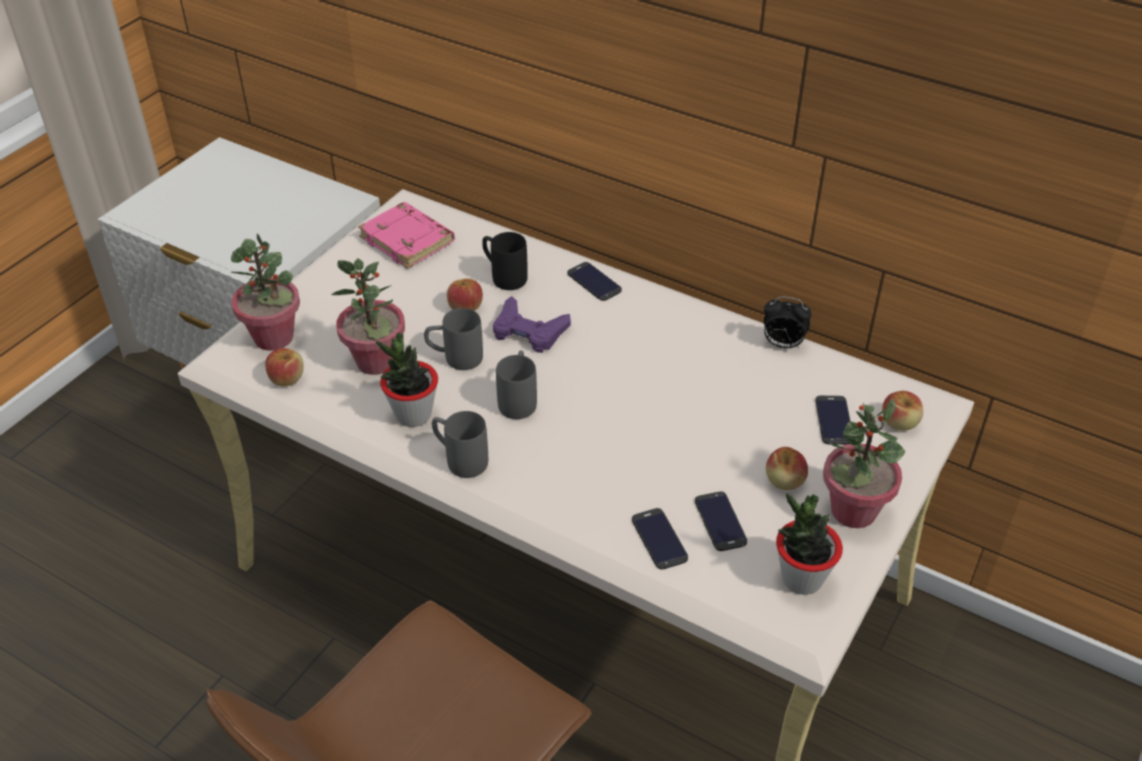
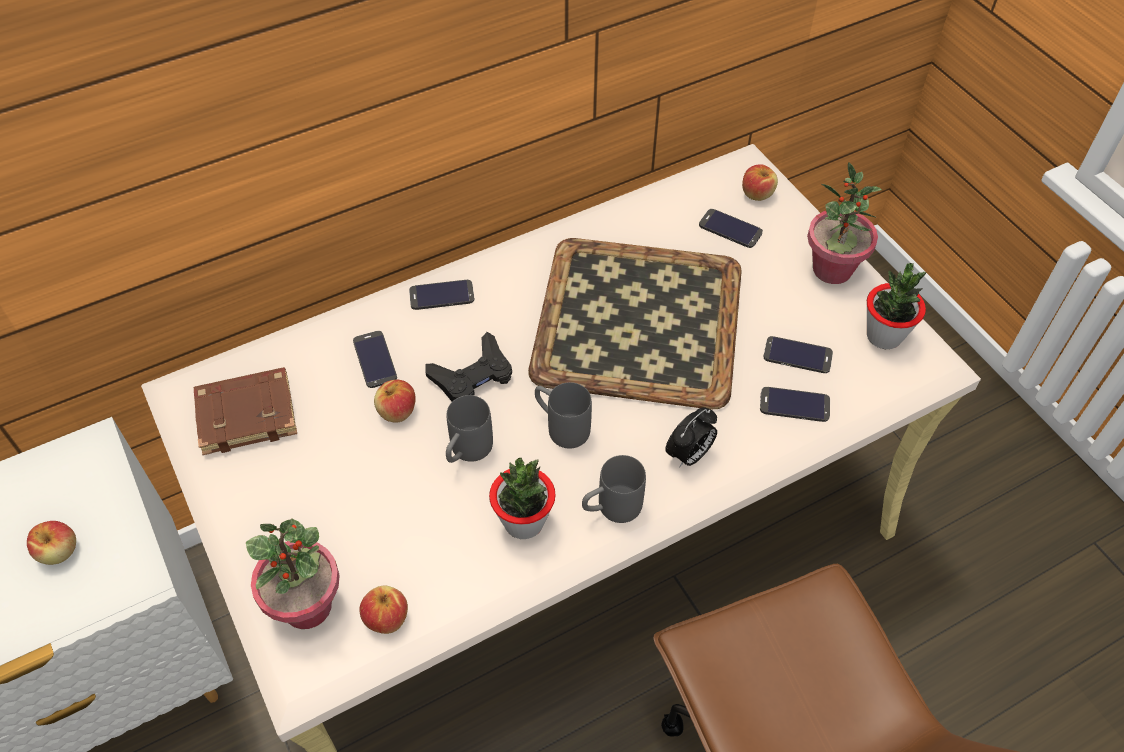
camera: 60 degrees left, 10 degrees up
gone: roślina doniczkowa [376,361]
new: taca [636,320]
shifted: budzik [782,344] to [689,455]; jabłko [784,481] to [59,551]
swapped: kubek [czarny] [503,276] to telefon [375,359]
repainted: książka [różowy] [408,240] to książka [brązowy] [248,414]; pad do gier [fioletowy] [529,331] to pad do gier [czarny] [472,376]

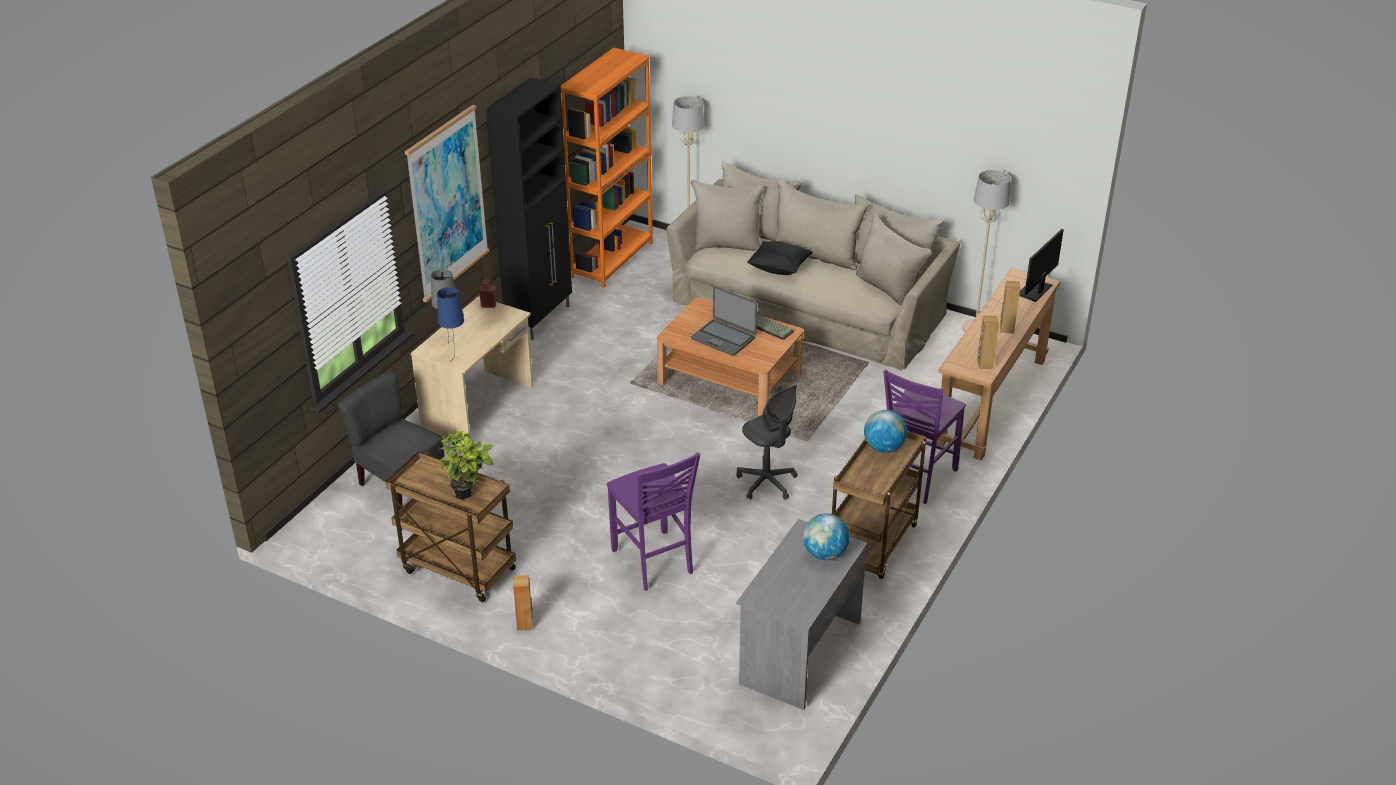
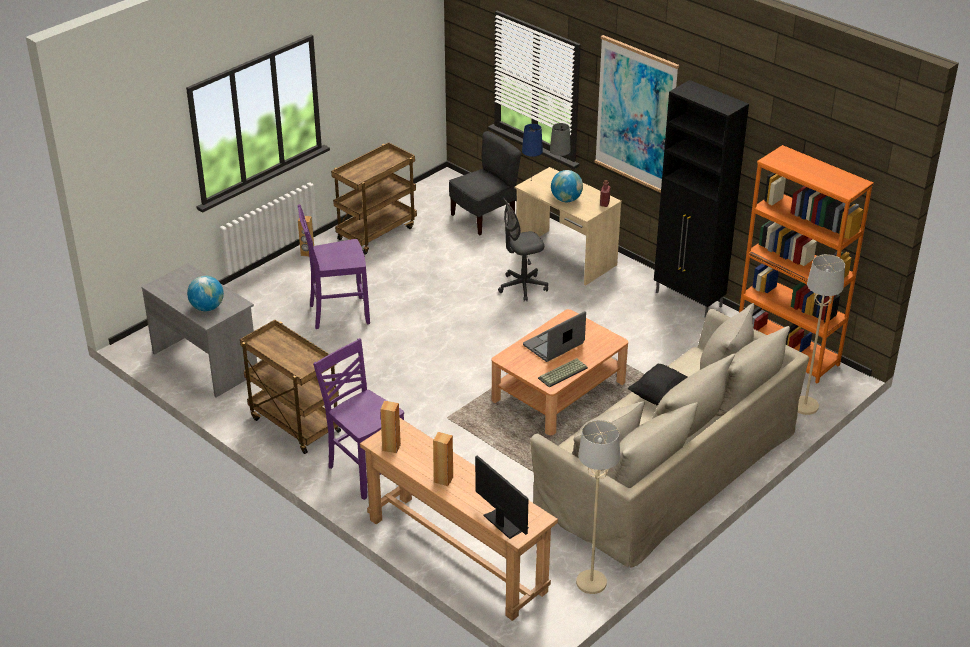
camera: 105 degrees right, 0 degrees up
gone: roślina doniczkowa [468,495]
shifted: krzesło biurowe [szary] [767,483] to [522,287]; globus [883,448] to [566,200]

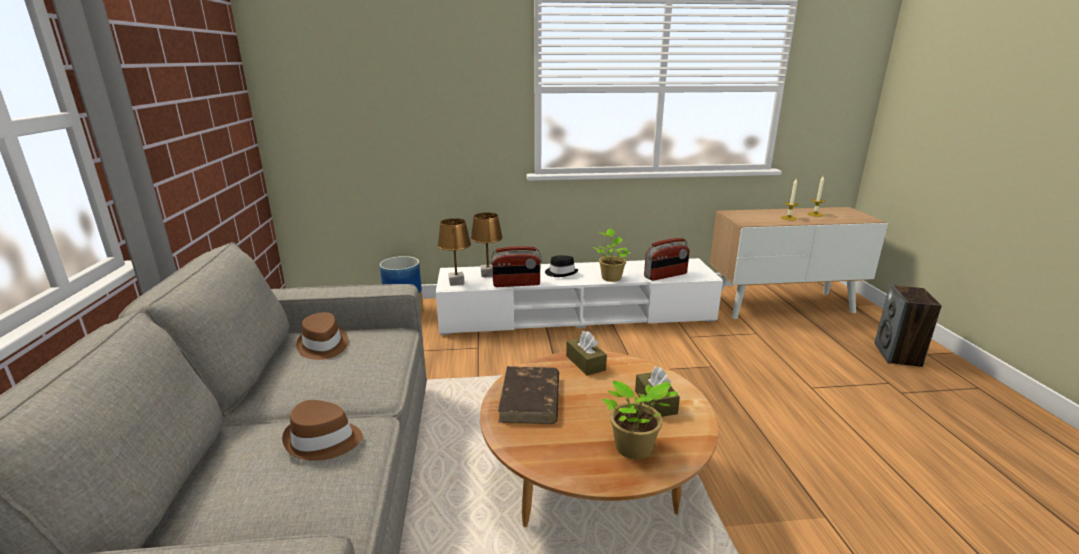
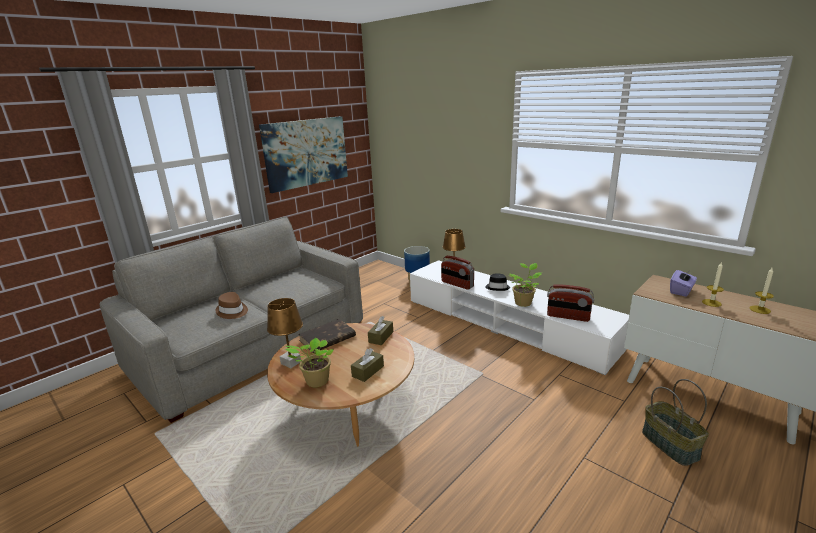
camera: 50 degrees right, 0 degrees up
gone: kapelusz [brązowy] [322,345]; głośnik [898,355]
new: obraz [306,152]; koszyk [671,445]; pudełko chusteczek [fioletowy] [681,291]
shifted: lampa stołowa [brązowy] [456,282] to [290,363]

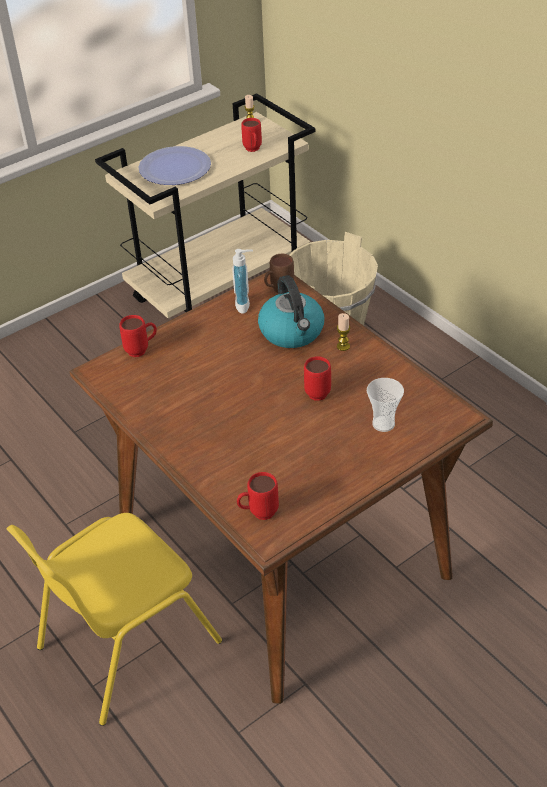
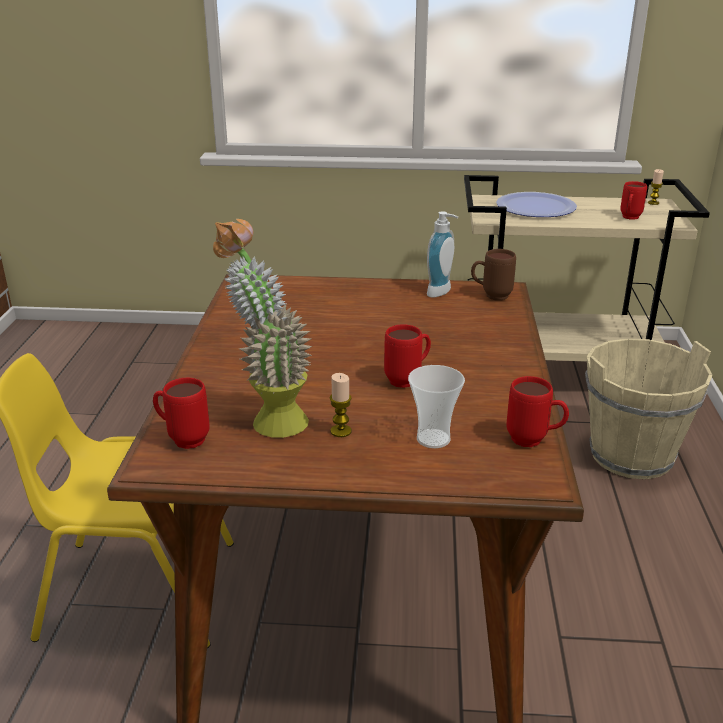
camera: 40 degrees right, 15 degrees down
gone: czajnik [292,332]
new: roślina doniczkowa [268,418]
shifted: kubek [czerwony] [142,350] to [534,441]; świeca [343,346] to [341,431]

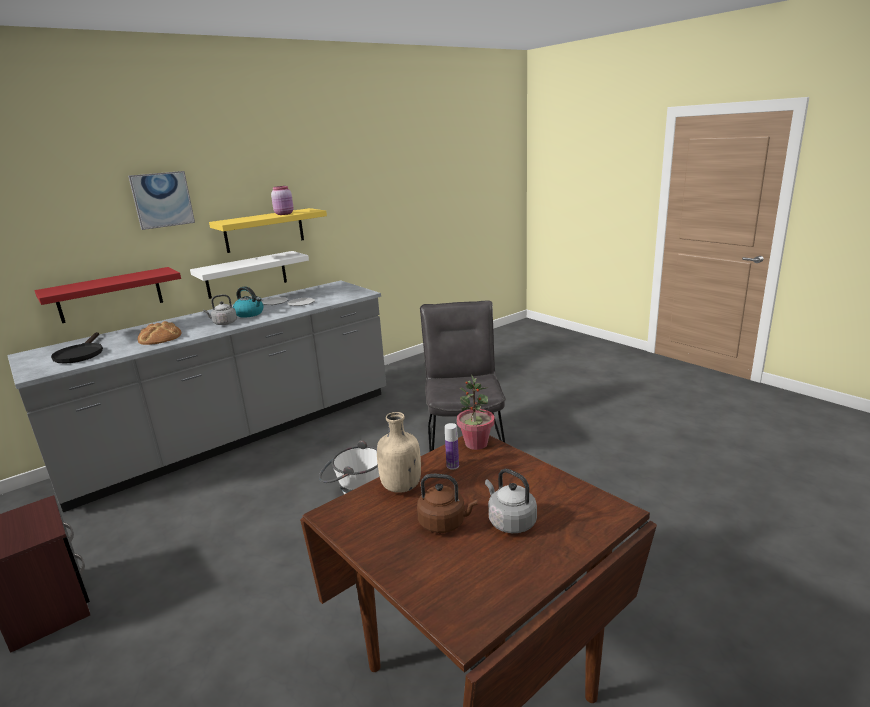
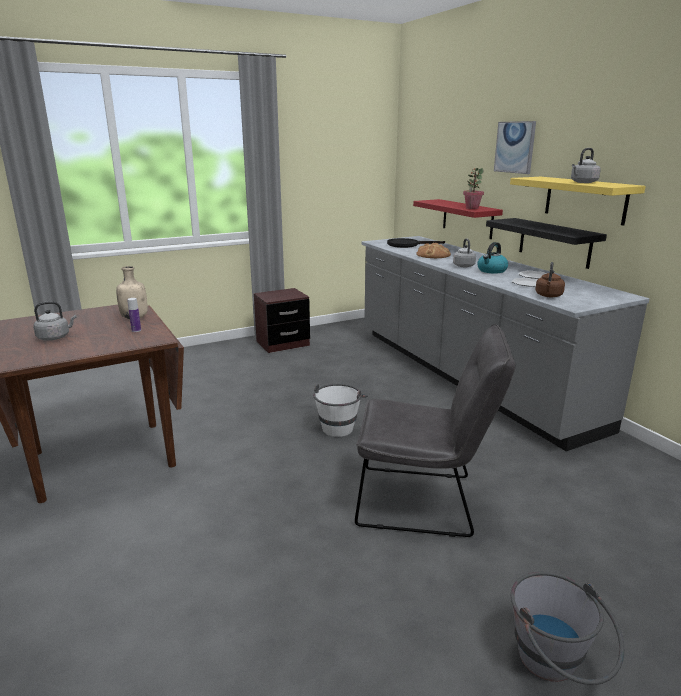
camera: 100 degrees right, 0 degrees up
new: wiadro [szary] [556,666]
shifted: czajnik [brązowy] [444,523] to [548,296]; roślina doniczkowa [476,444] to [472,208]
swapped: słoik [różowy] [284,214] to czajnik [szary] [583,182]
repainted: półka [biały] [246,274] to półka [czarny] [554,242]

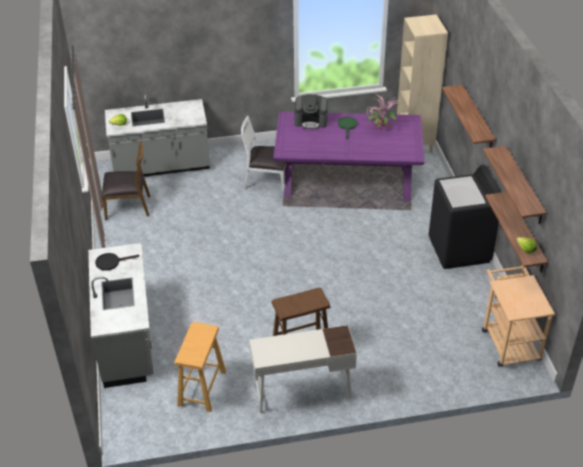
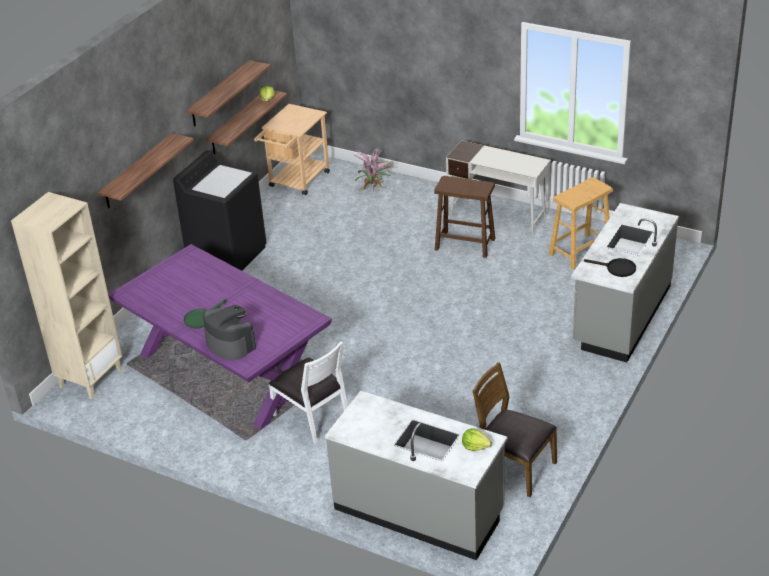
camera: 140 degrees left, 5 degrees down
shifted: roślina doniczkowa [380,128] to [374,188]

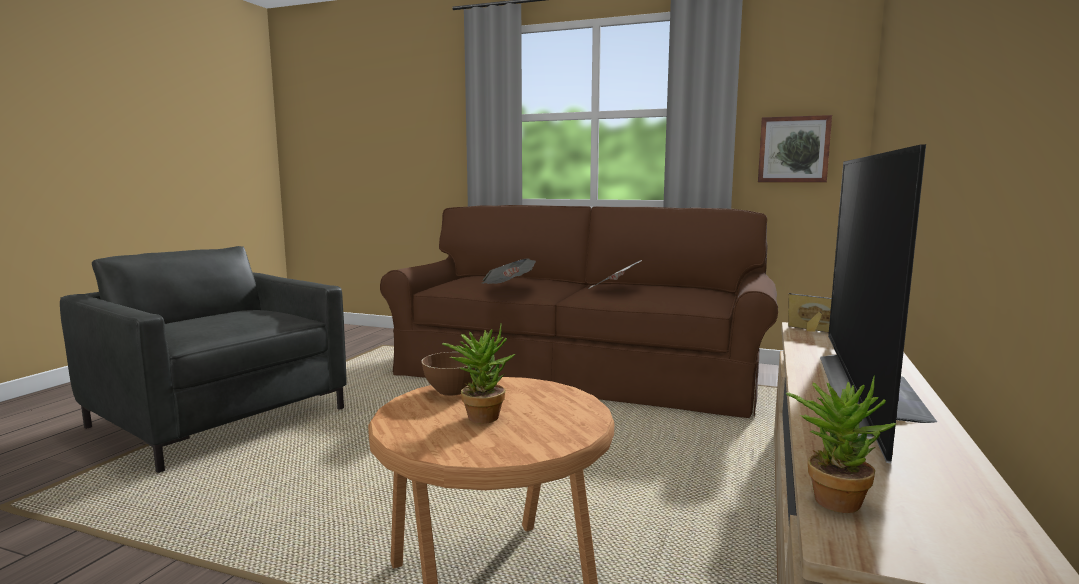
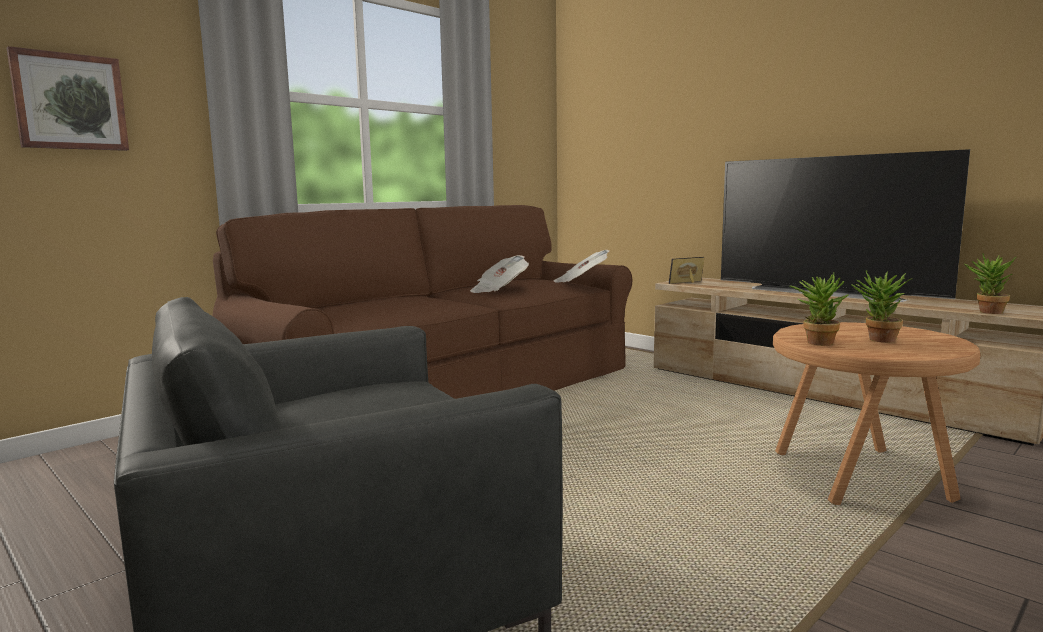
camera: 65 degrees left, 0 degrees up
shifted: gazeta [508,287] to [581,281]; obraz [793,149] to [70,102]
swapped: miska [brązowy] [452,391] to roślina doniczkowa [816,342]

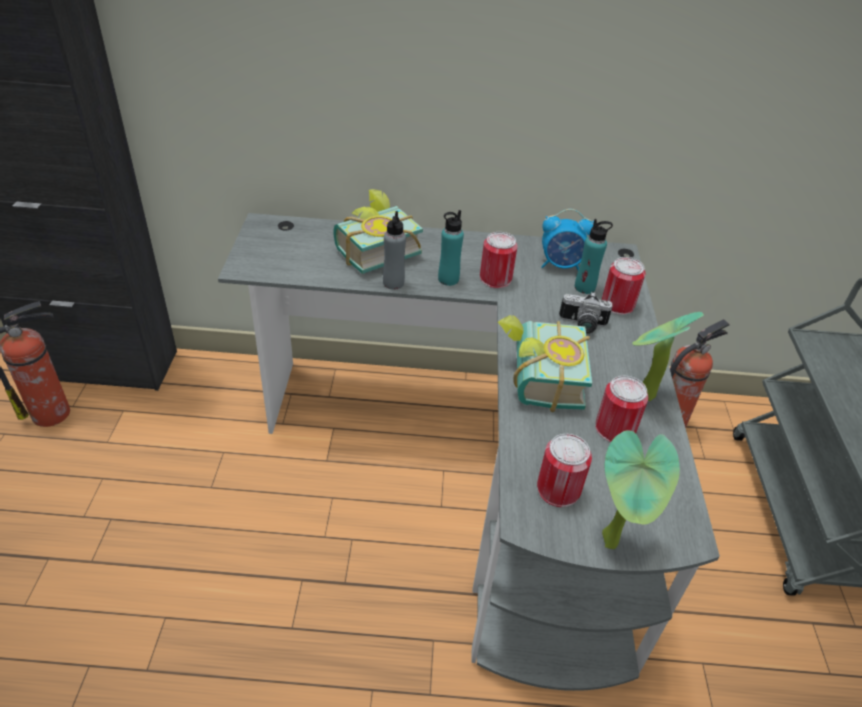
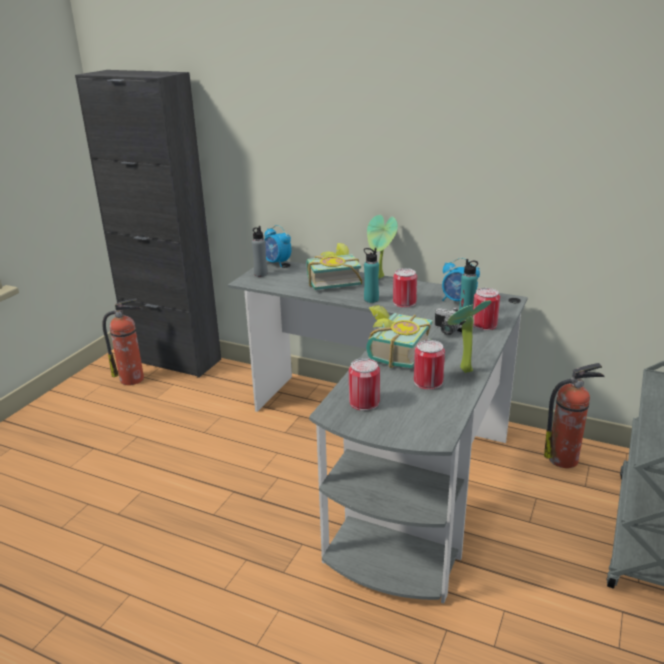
camera: 25 degrees right, 15 degrees down
new: budzik [277,263]
shifted: butelka [szary] [393,283] to [260,274]; roślina doniczkowa [615,542] to [380,278]

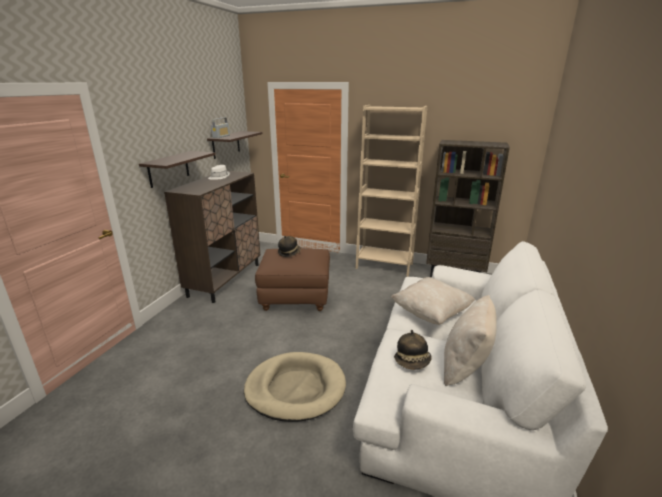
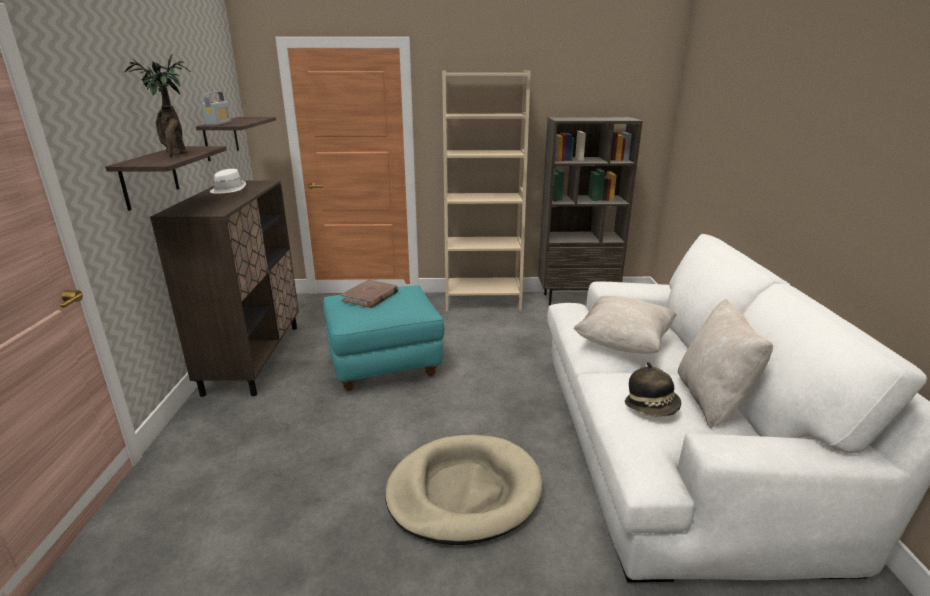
camera: 20 degrees left, 0 degrees up
new: roślina doniczkowa [176,154]
swapped: kapelusz [289,253] to książka [brązowy] [370,296]
repainted: pufa [brązowy] [296,297] to pufa [turkusowy] [384,364]

